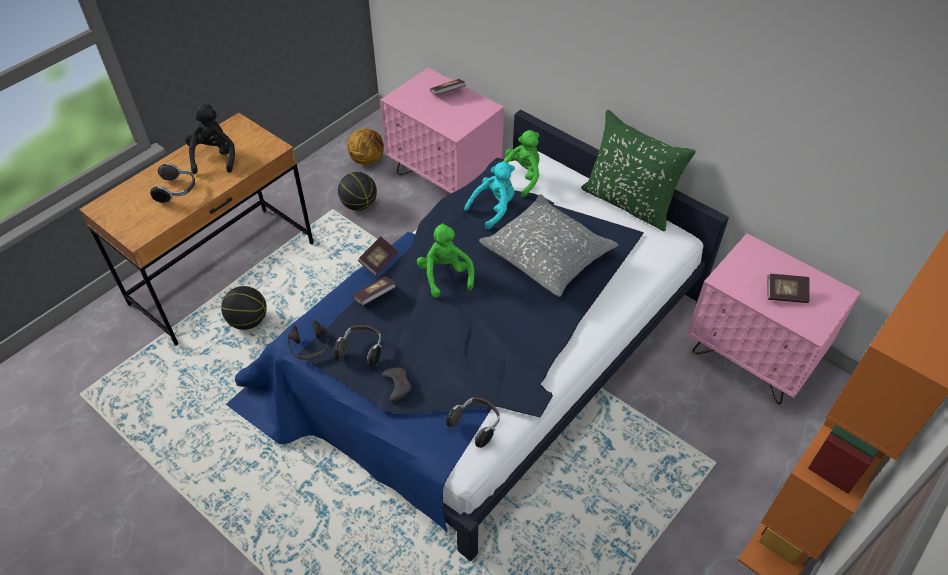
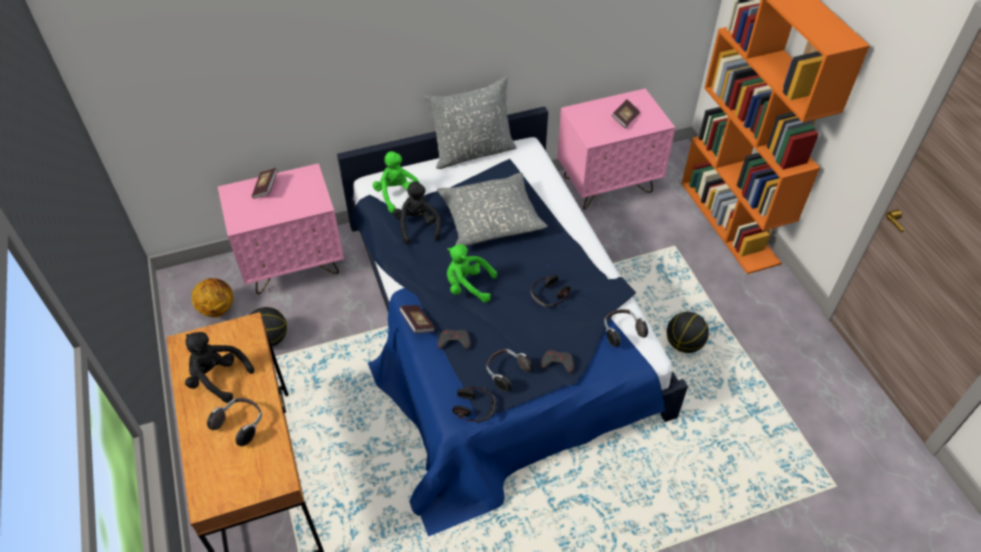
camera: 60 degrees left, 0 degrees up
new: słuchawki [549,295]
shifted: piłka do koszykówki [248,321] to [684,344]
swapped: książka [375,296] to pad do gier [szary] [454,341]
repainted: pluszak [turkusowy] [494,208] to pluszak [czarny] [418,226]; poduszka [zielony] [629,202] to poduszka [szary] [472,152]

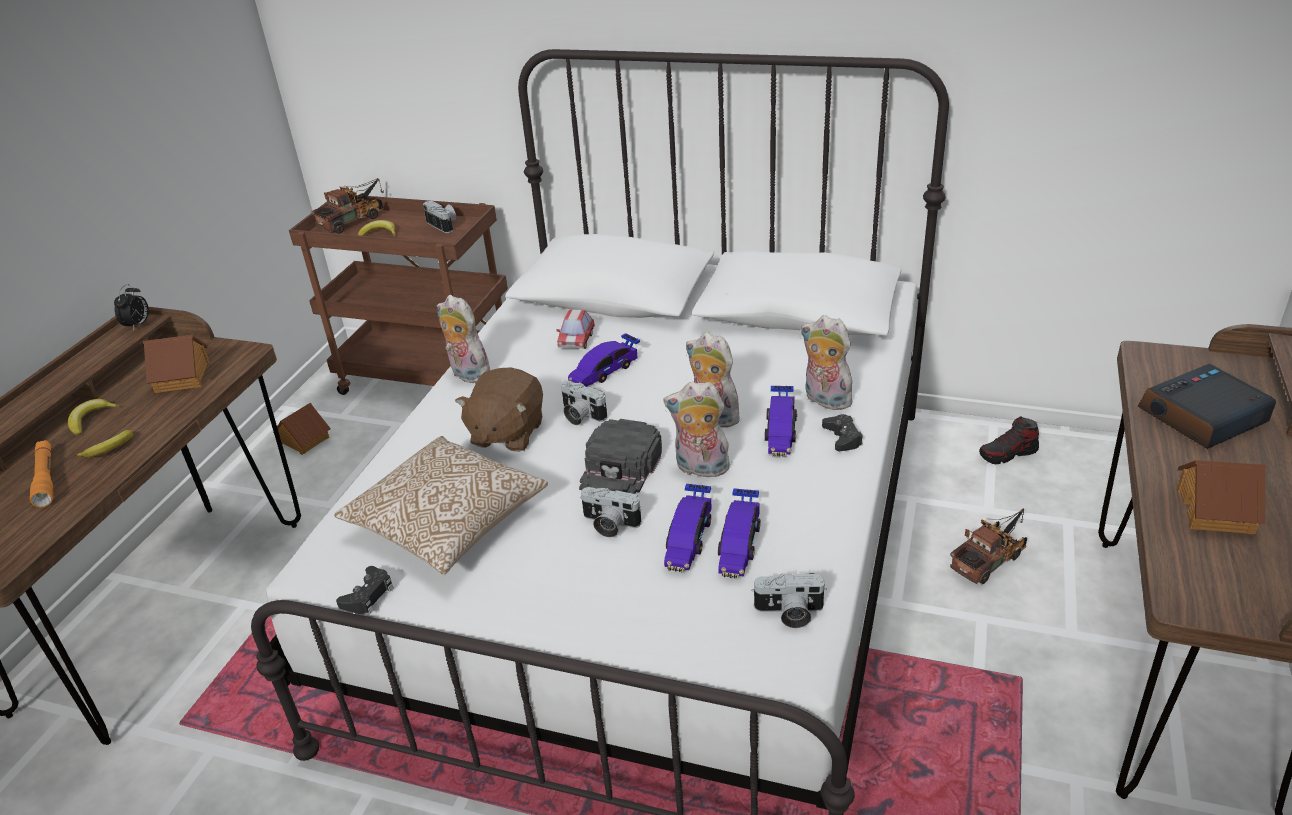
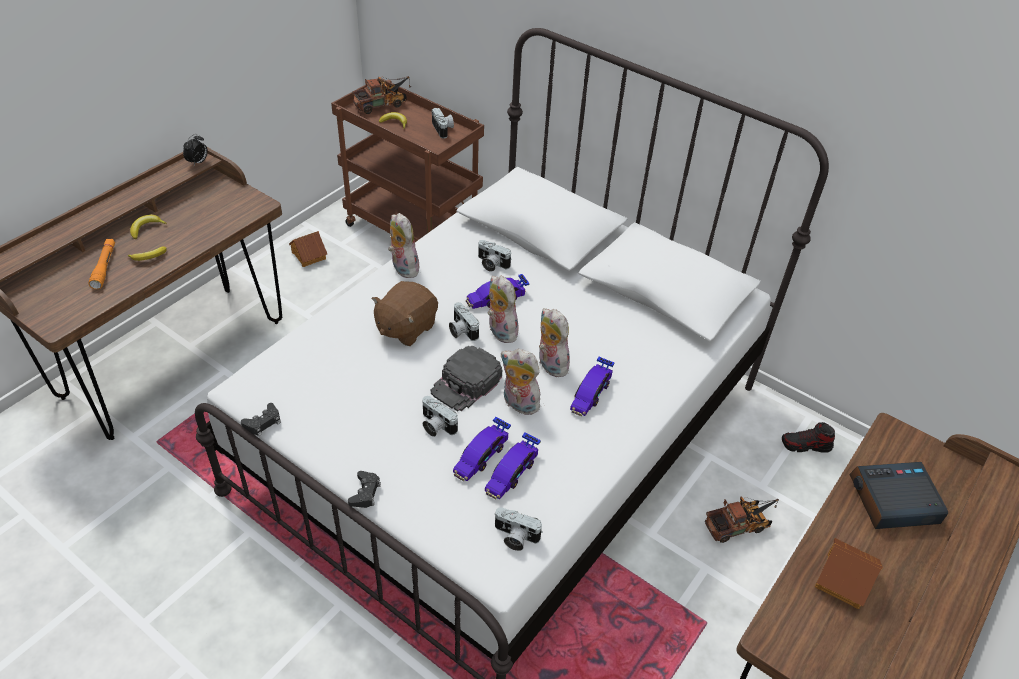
camera: 15 degrees right, 10 degrees up
gone: domek [183,377]; poduszka [447,523]
shifted: pluszak [824,400] to [500,331]; pad do gier [czarny] [842,438] to [365,492]
swapped: samochodzik [577,340] to aparat fotograficzny [491,264]

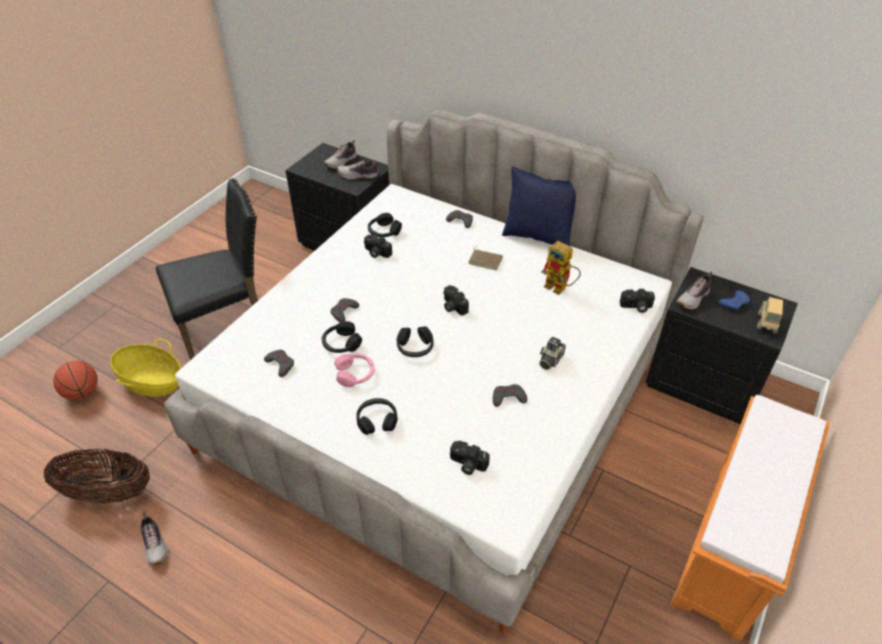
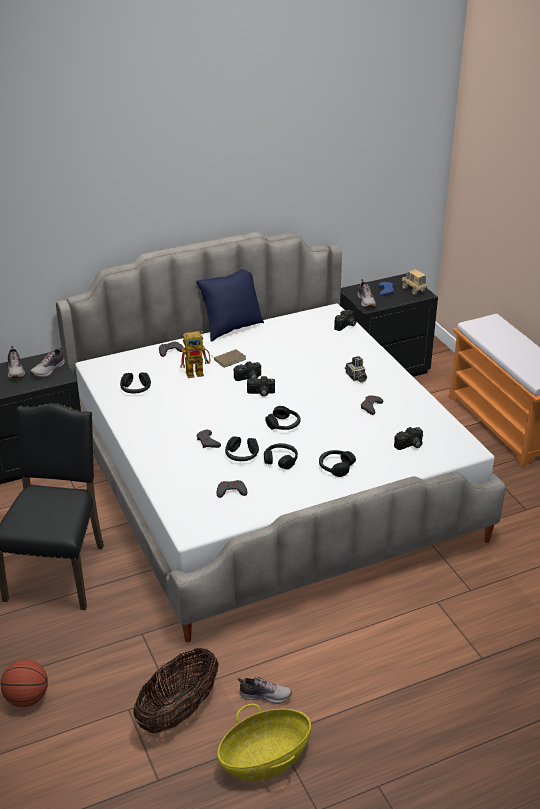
camera: 55 degrees left, 10 degrees down
shifted: koszyk [152,381] to [264,759]; aparat fotograficzny [376,253] to [248,378]; robot zabawkowy [560,288] to [198,372]
repainted: słuchawki [różowy] [355,374] to słuchawki [czarny] [281,460]

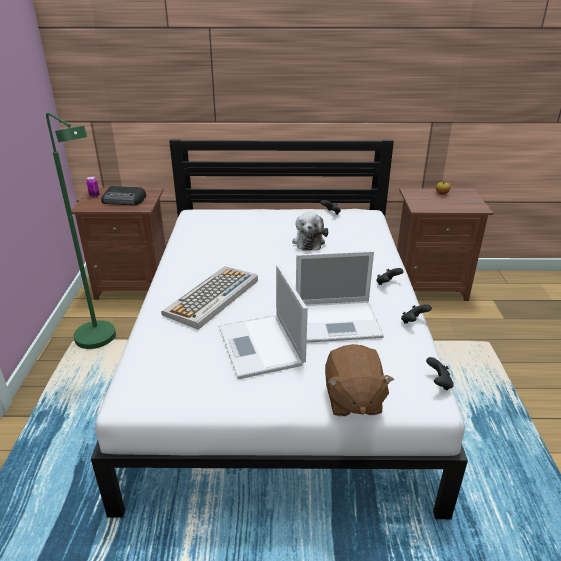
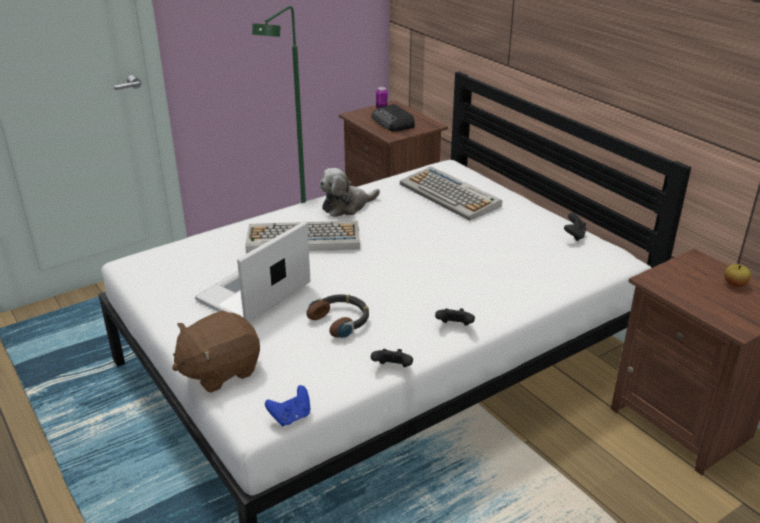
camera: 55 degrees right, 0 degrees up
new: klawiatura [450,195]
shifted: pluszak [309,241] to [346,206]
swapped: laptop [339,321] to słuchawki [341,320]
repainted: pad do gier [czarny] [438,383] to pad do gier [niebieski] [291,417]

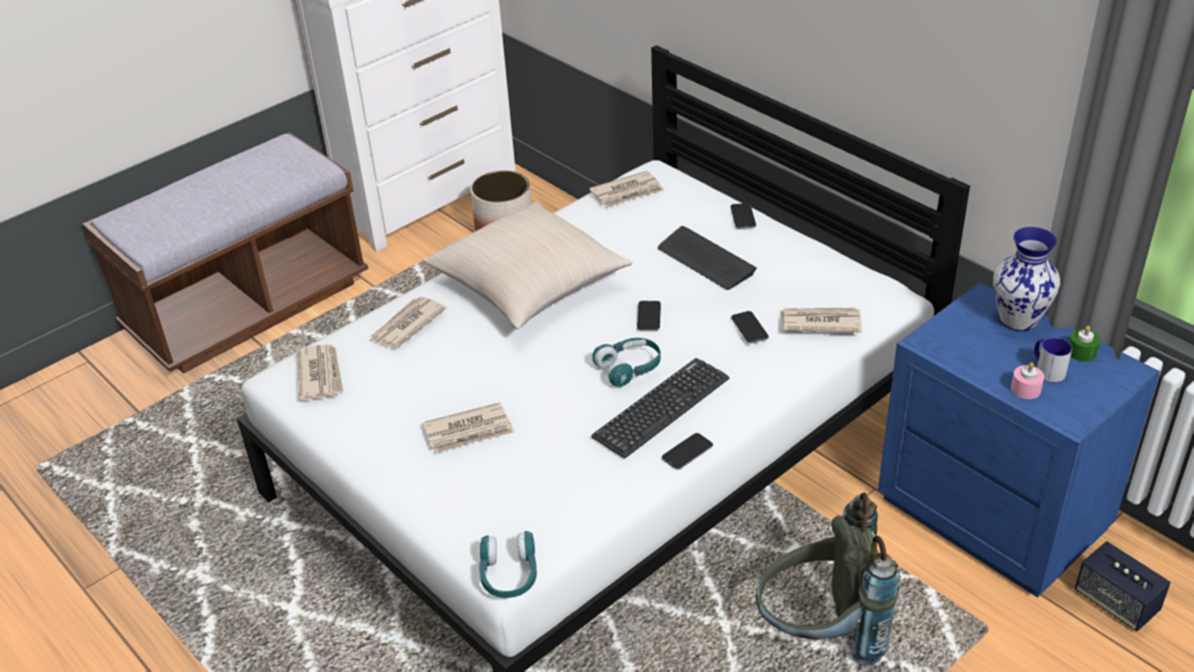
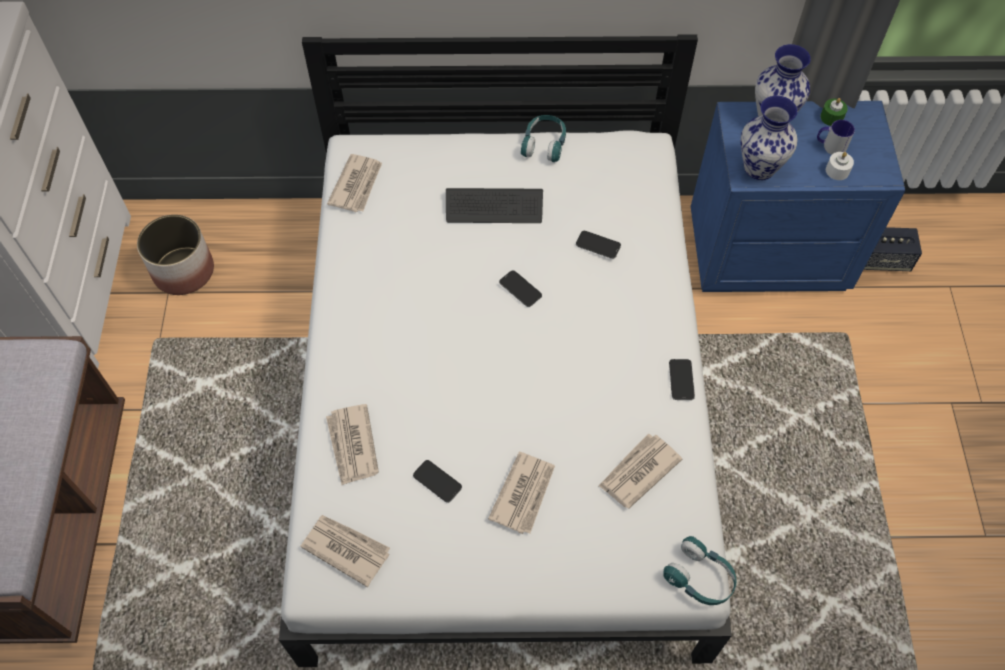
camera: 50 degrees left, 20 degrees up
gone: poduszka [beżowy] [529,284]; klawiatura [661,408]; plecak [szary] [820,636]
new: wazon [760,168]
shifted: słuchawki [turkusowy] [629,368] to [544,144]; telefon [743,217] to [437,481]; gazeta [820,322] to [638,472]
repainted: świeca [różowy] [1025,389] to świeca [biały] [837,171]

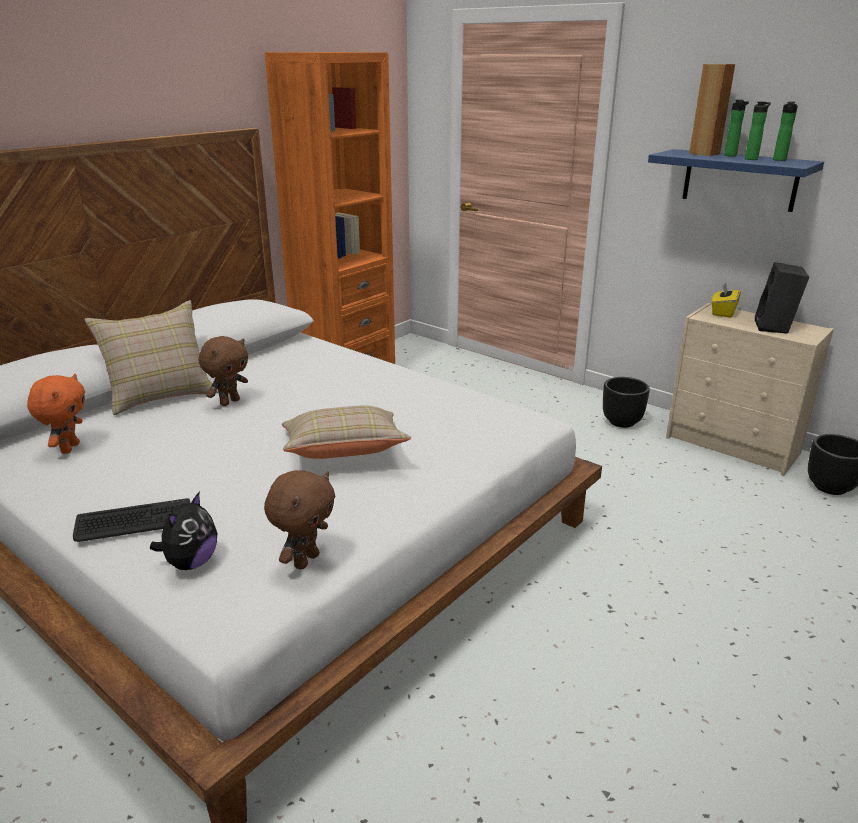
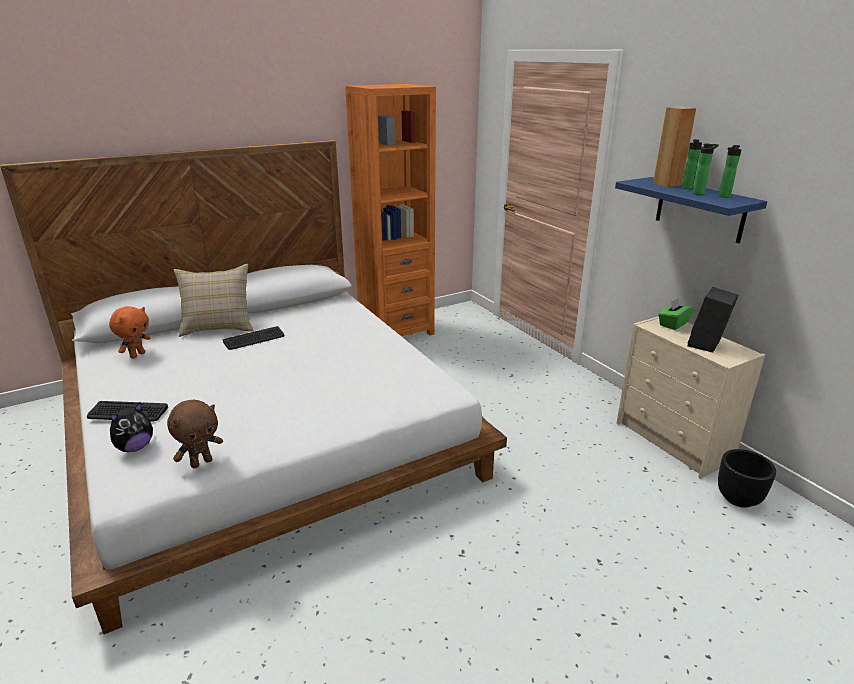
camera: 20 degrees right, 0 degrees up
gone: poduszka [beżowy] [344,453]; donica [czarny] [622,421]
swapped: pluszak [brązowy] [229,402] to klawiatura [254,339]
repainted: pudełko chusteczek [żółty] [723,312] to pudełko chusteczek [zielony] [672,324]

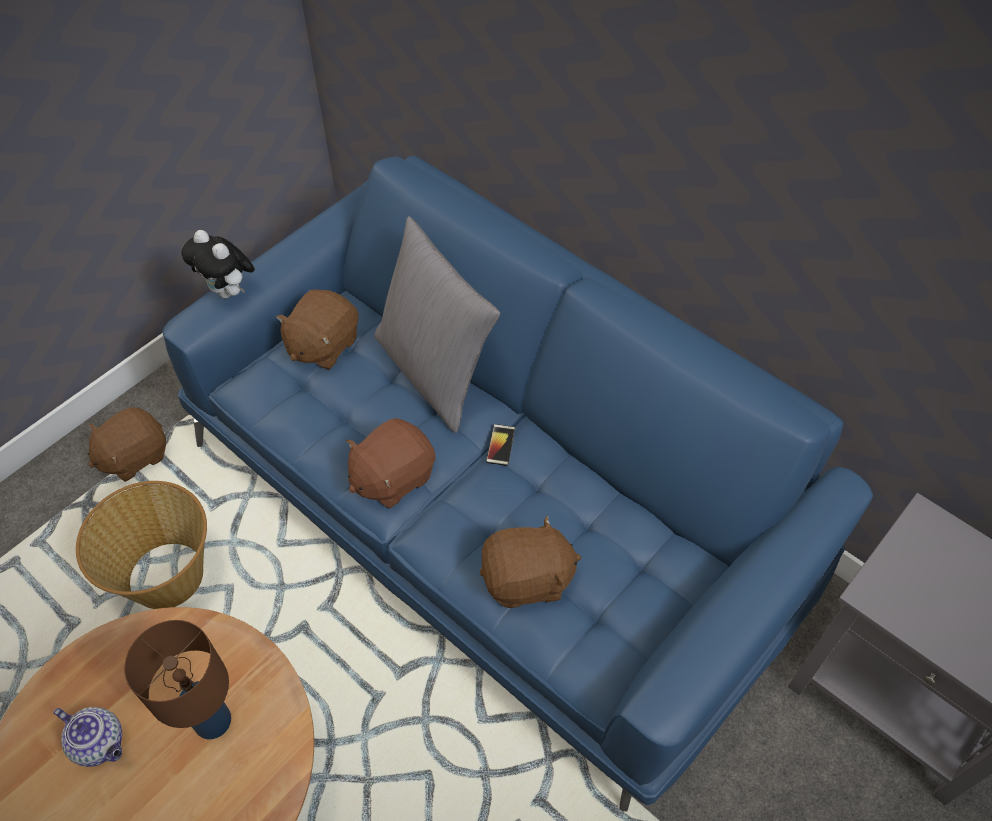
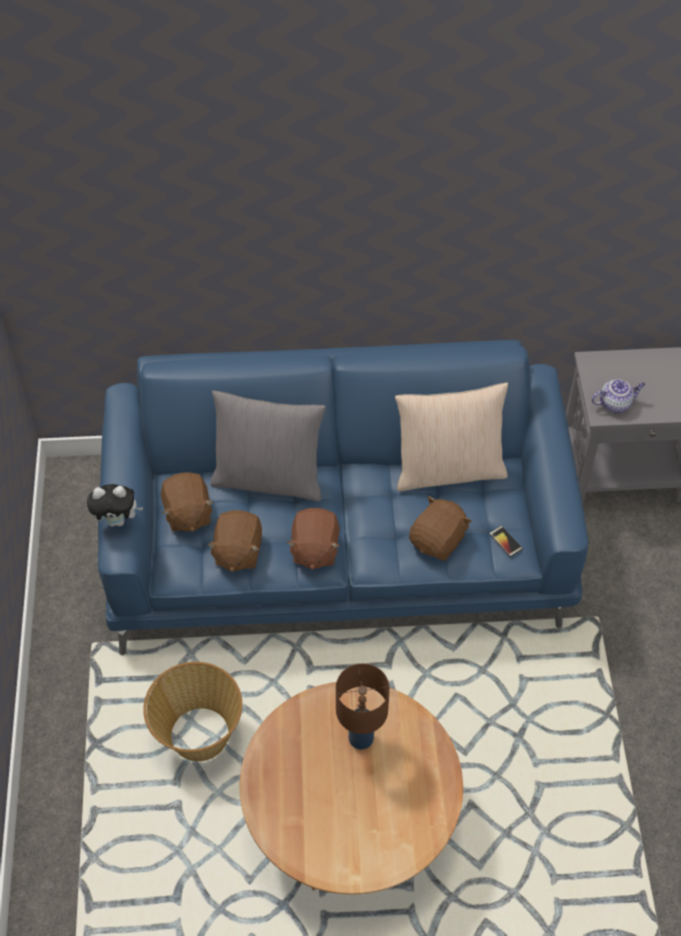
camera: 45 degrees left, 0 degrees up
new: poduszka [beżowy] [448,469]
shifted: imbryk [101,743] to [615,403]; pluszak [brązowy] [134,456] to [237,552]; telefon [500,445] to [505,541]

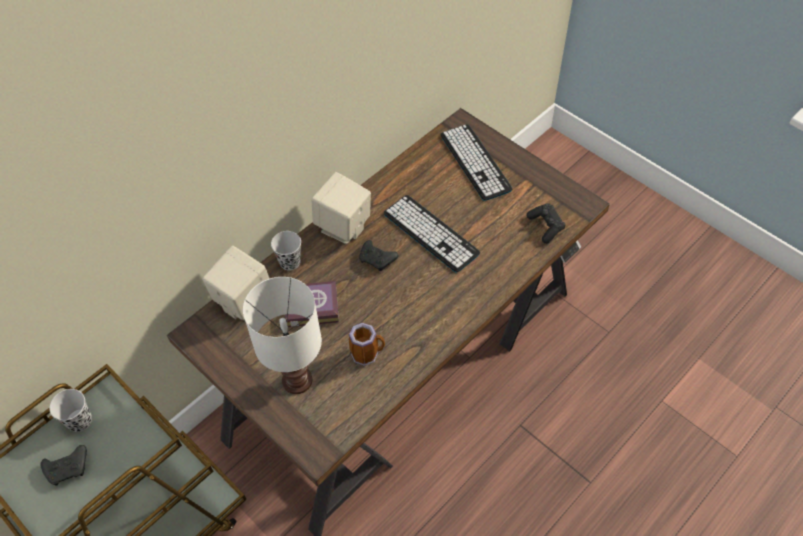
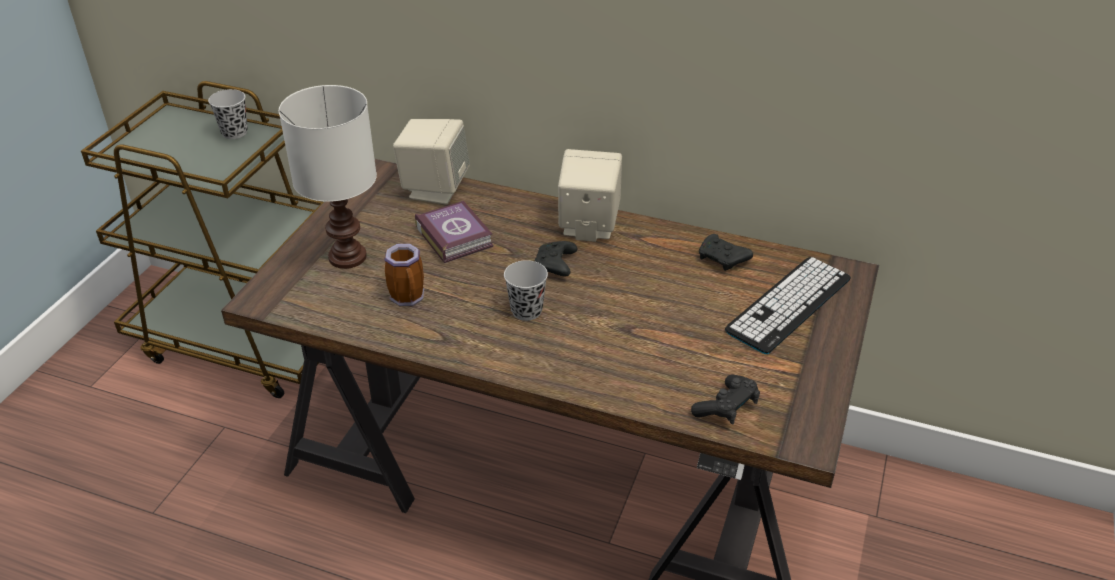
camera: 65 degrees right, 15 degrees down
gone: klawiatura [430,233]
shifted: pad do gier [czarny] [68,468] to [723,259]; filiżanka [czarny] [290,262] to [526,311]

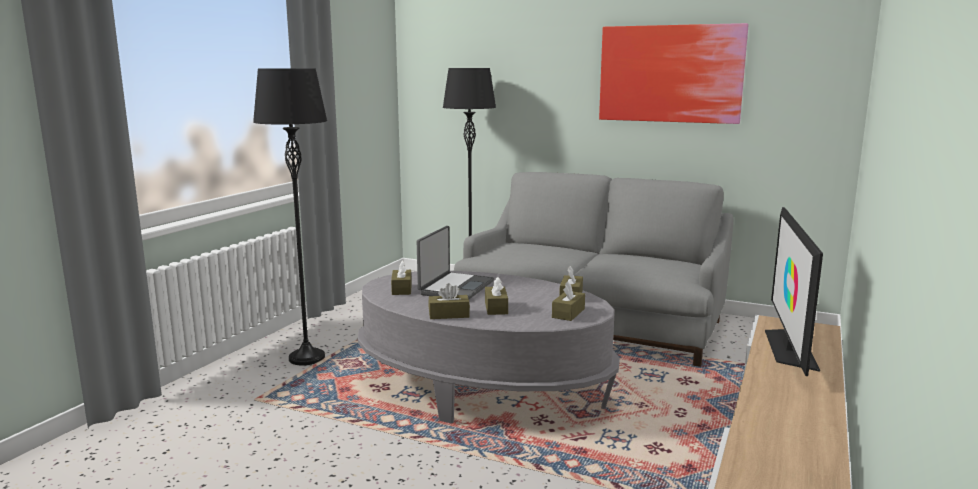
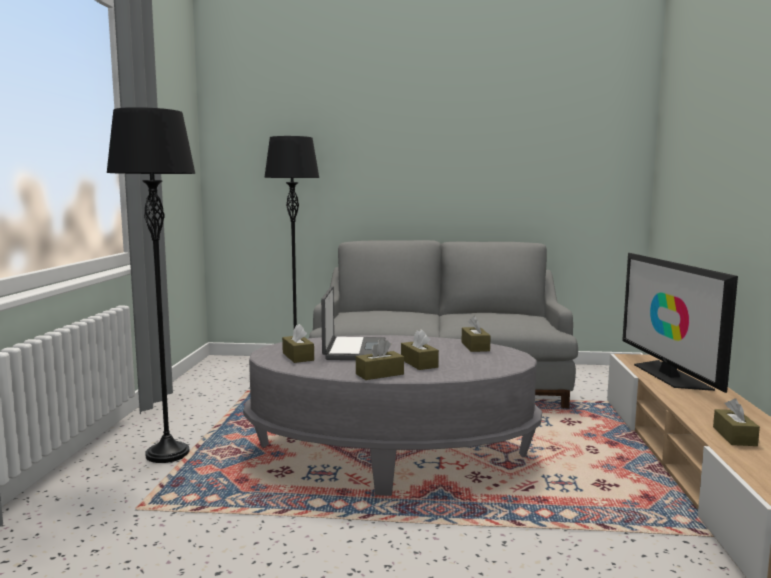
camera: 20 degrees left, 5 degrees down
gone: obraz [670,74]
shifted: pudełko chusteczek [brązowy] [568,313] to [734,436]

